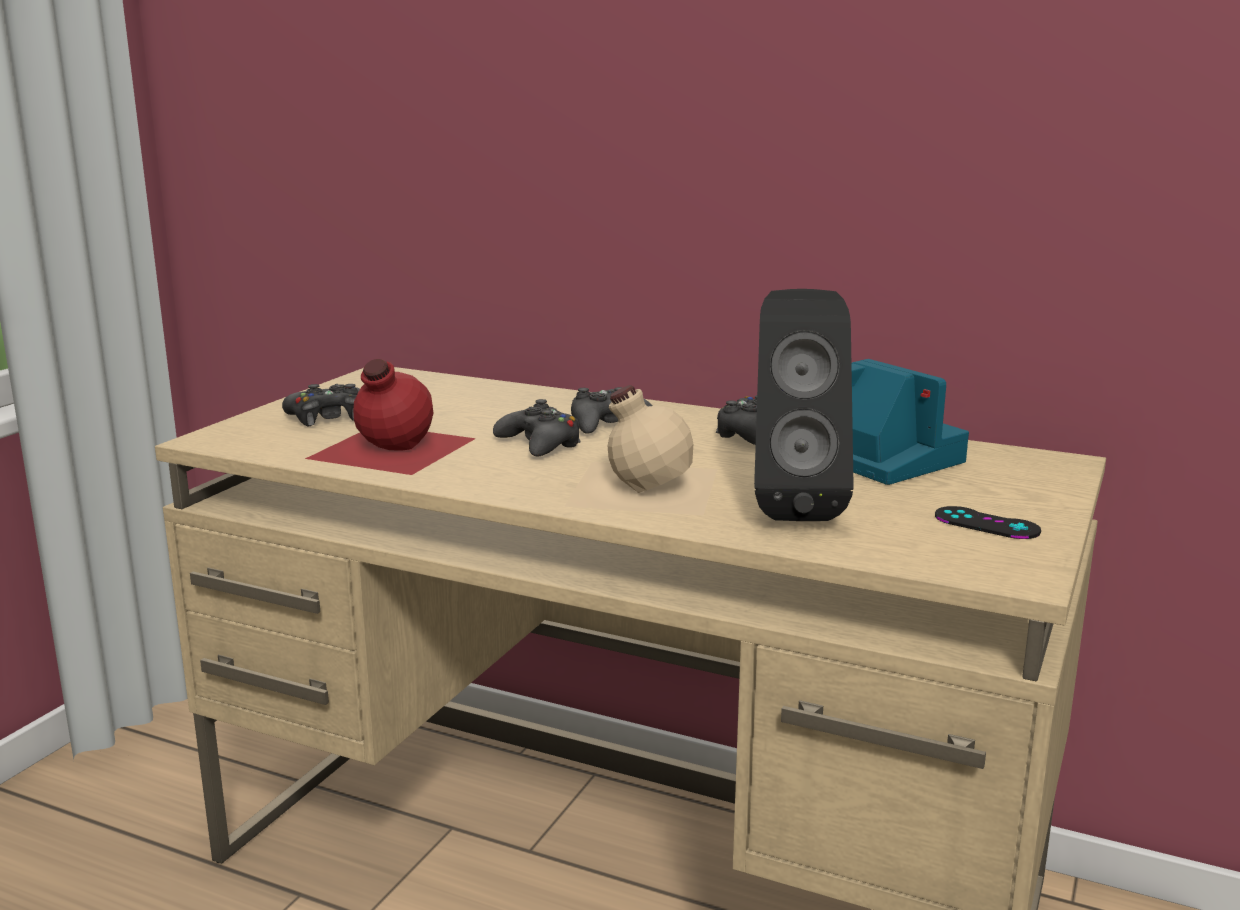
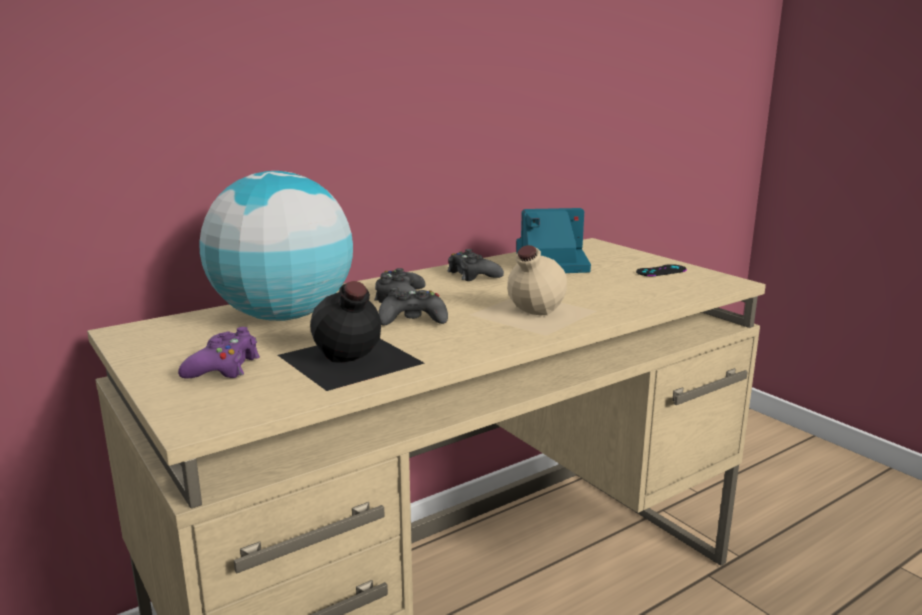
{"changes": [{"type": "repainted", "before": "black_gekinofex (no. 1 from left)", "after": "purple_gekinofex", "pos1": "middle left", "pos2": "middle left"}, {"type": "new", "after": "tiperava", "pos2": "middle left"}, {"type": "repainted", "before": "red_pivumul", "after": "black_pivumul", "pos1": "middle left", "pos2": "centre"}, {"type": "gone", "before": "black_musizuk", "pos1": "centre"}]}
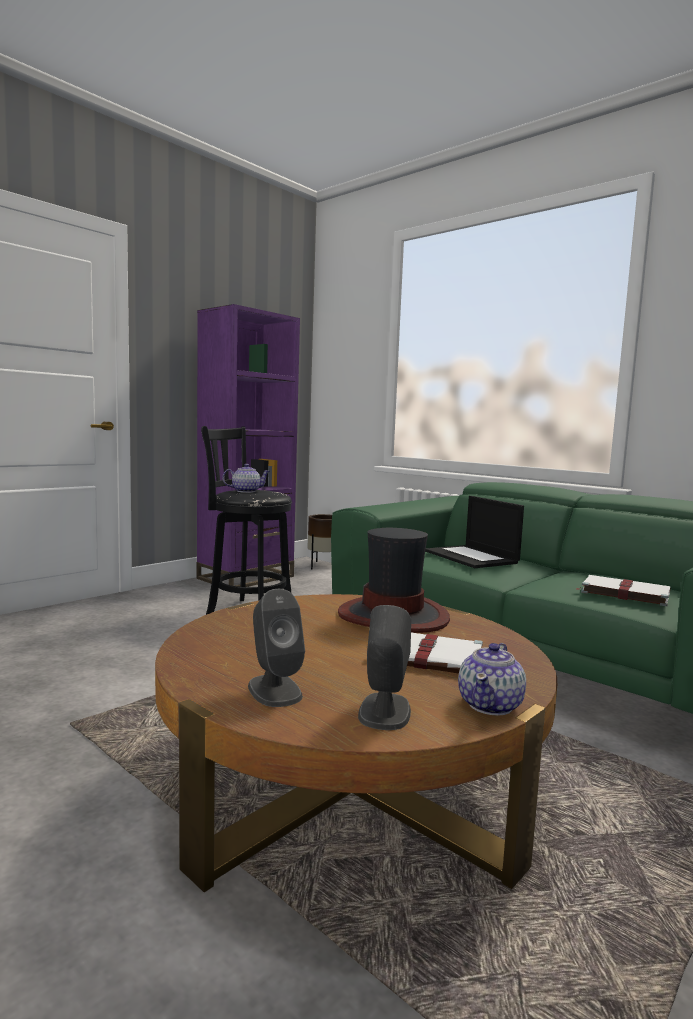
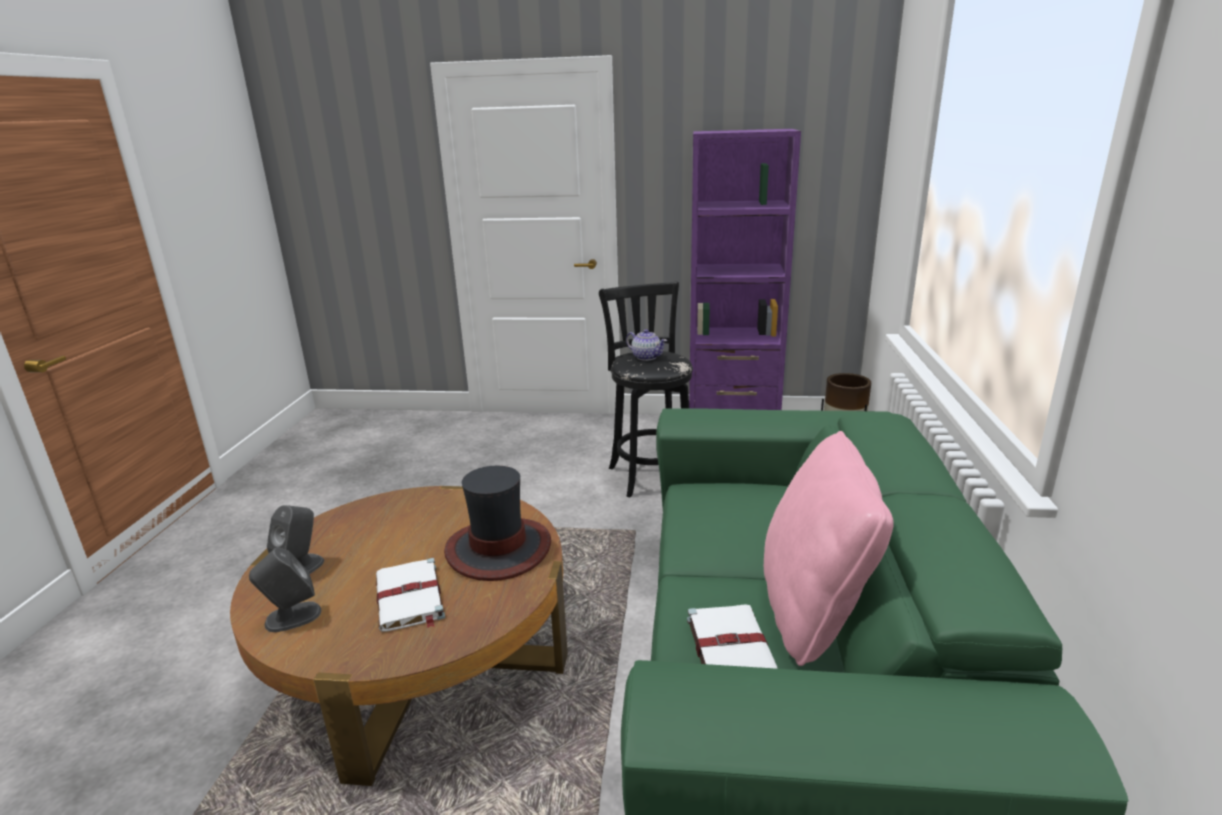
{"changes": [{"type": "new", "after": "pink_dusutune", "pos2": "bottom right"}, {"type": "gone", "before": "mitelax", "pos1": "middle right"}, {"type": "gone", "before": "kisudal (no. 2 from left)", "pos1": "middle right"}]}
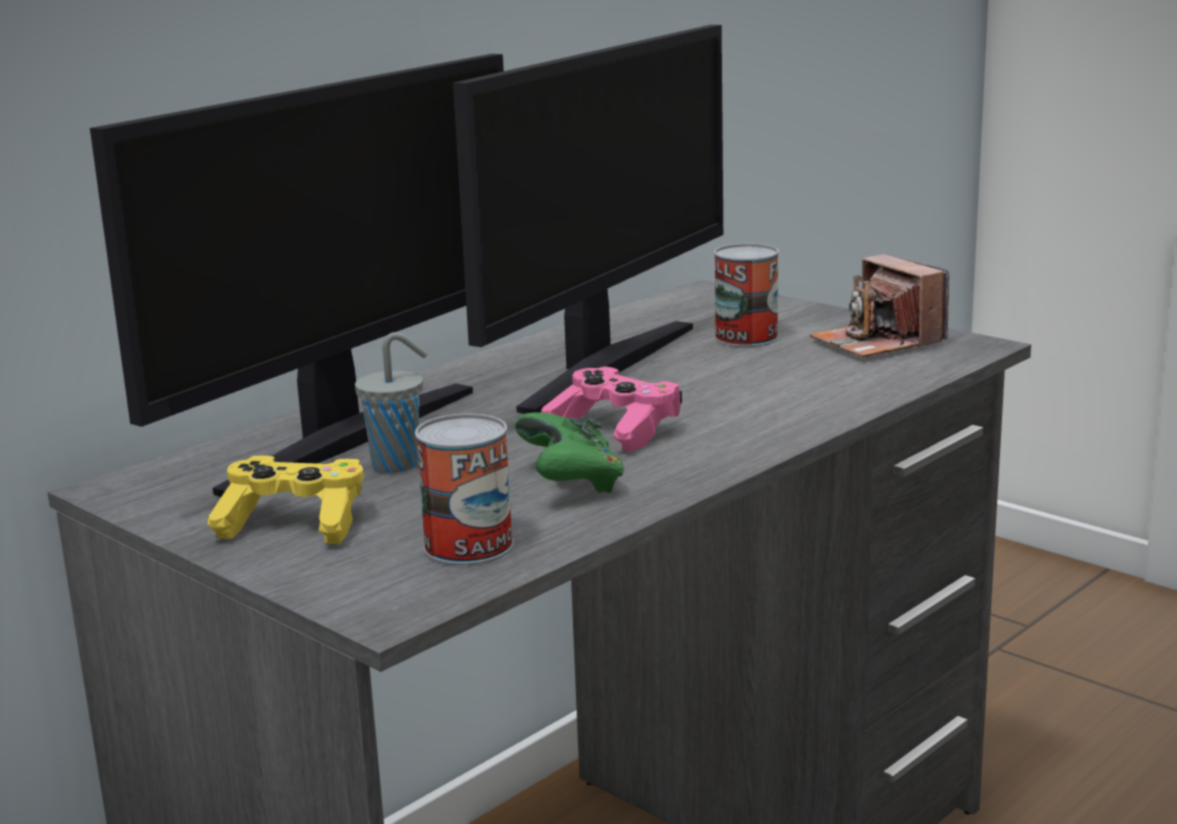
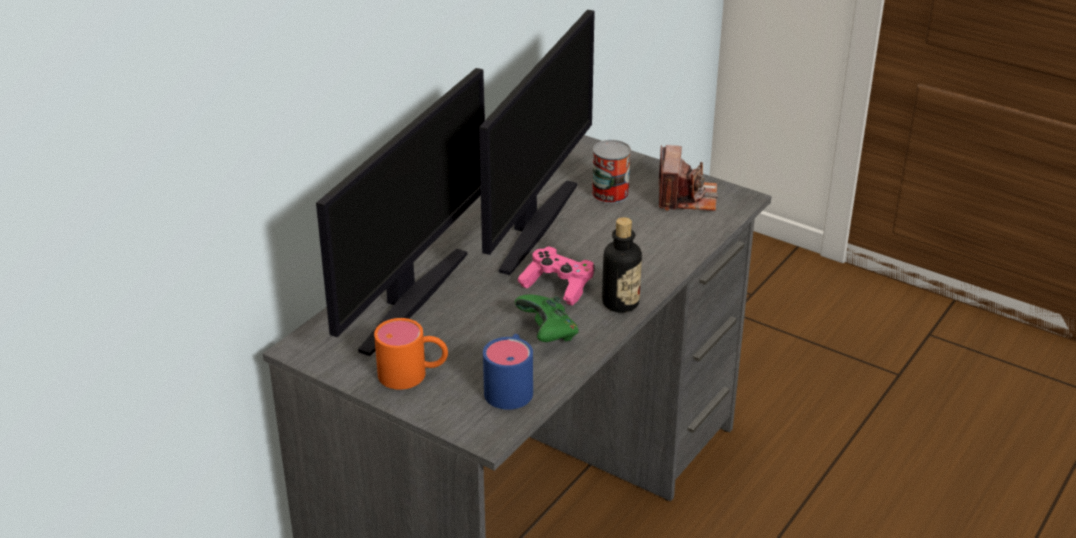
{"changes": [{"type": "swapped", "before": "yellow_gekinofex", "after": "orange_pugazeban", "pos1": "middle left", "pos2": "centre"}, {"type": "swapped", "before": "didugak (no. 1 from left)", "after": "blue_pugazeban", "pos1": "centre", "pos2": "bottom centre"}, {"type": "new", "after": "pivumul", "pos2": "centre"}, {"type": "rotated", "before": "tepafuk", "pos1": "middle right", "pos2": "top centre", "turn": -135}, {"type": "gone", "before": "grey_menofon", "pos1": "middle left"}]}
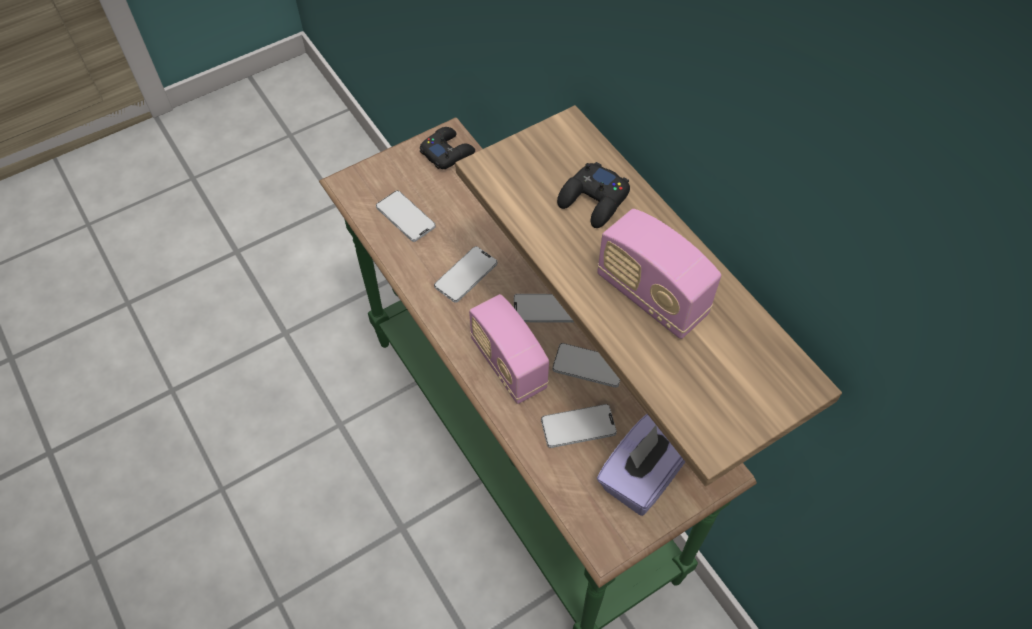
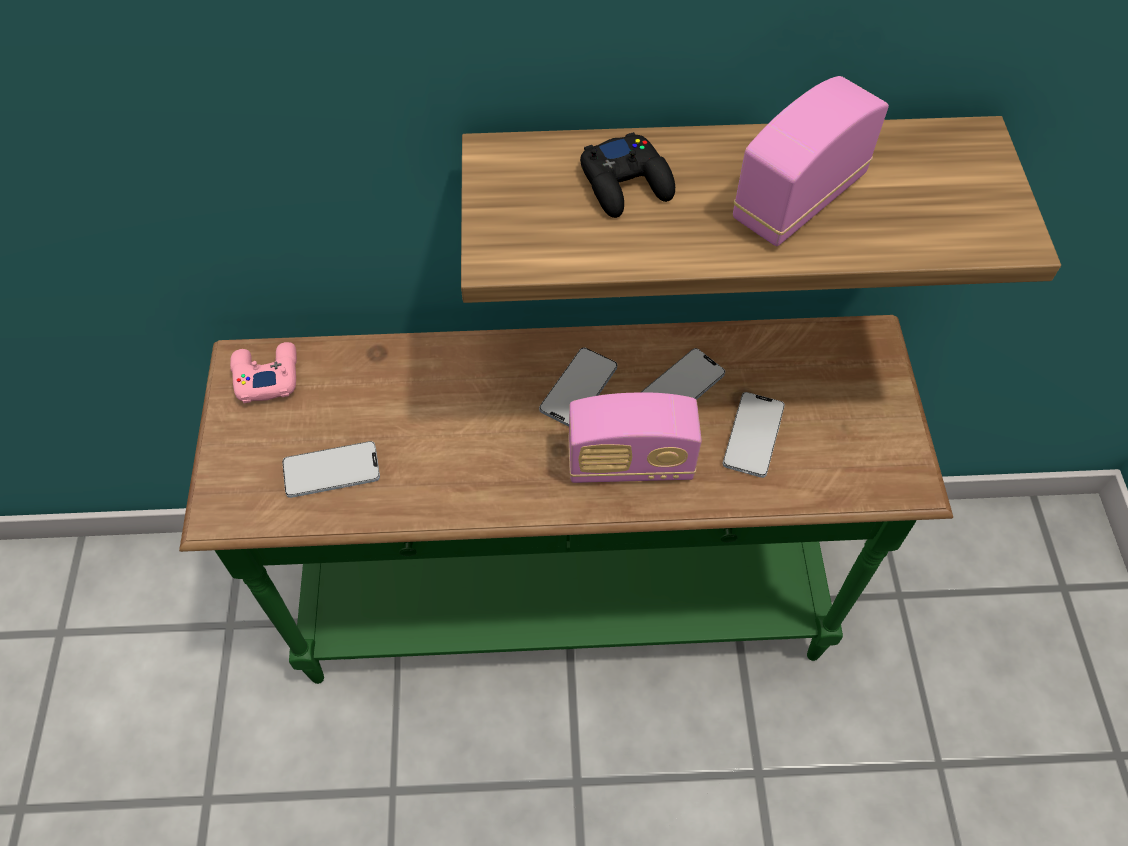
{"changes": [{"type": "repainted", "before": "black_gekinofex (no. 1 from left)", "after": "pink_gekinofex", "pos1": "top centre", "pos2": "middle left"}, {"type": "rotated", "before": "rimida (no. 2 from left)", "pos1": "centre", "pos2": "top right", "turn": 150}, {"type": "gone", "before": "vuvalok (no. 2 from left)", "pos1": "centre"}, {"type": "gone", "before": "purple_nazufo", "pos1": "bottom centre"}]}
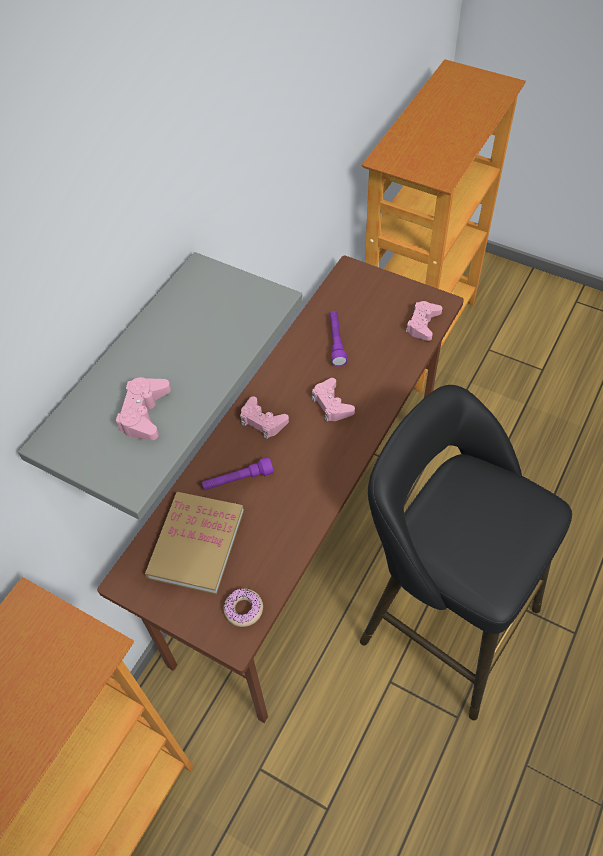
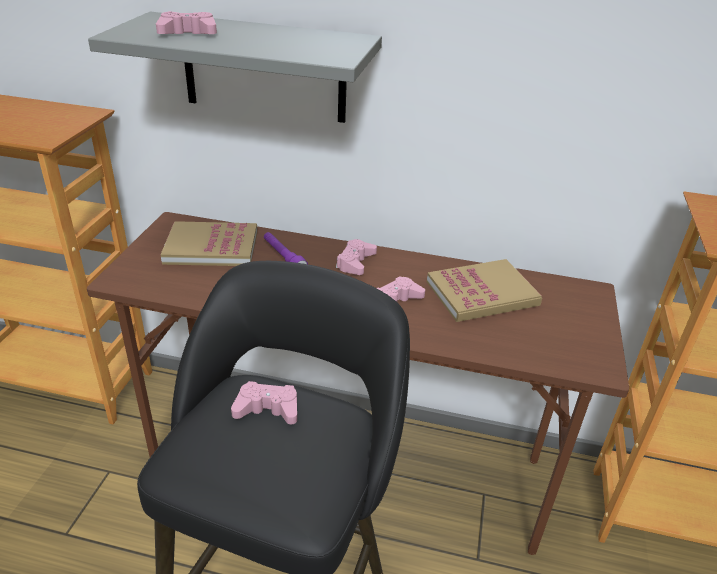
{"changes": [{"type": "shifted", "before": "pink_gekinofex (no. 4 from left in the first image)", "after": "pink_gekinofex (no. 2 from left)", "pos1": "middle right", "pos2": "bottom centre"}, {"type": "swapped", "before": "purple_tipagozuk (no. 2 from left)", "after": "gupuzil (no. 2 from left)", "pos1": "centre", "pos2": "middle right"}, {"type": "gone", "before": "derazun", "pos1": "bottom centre"}]}
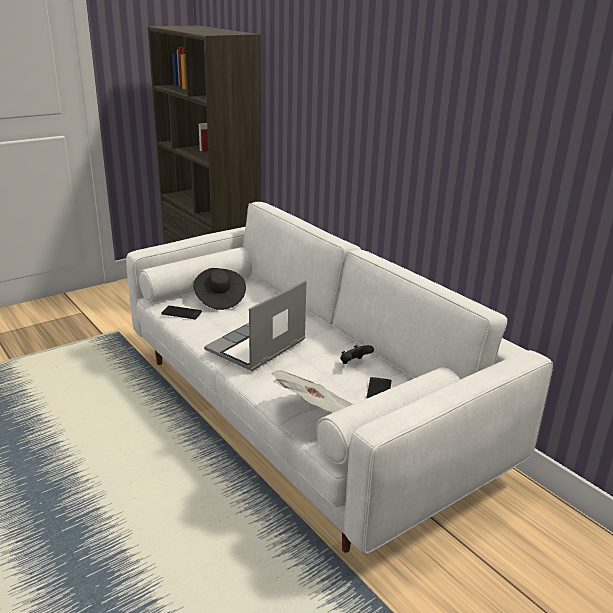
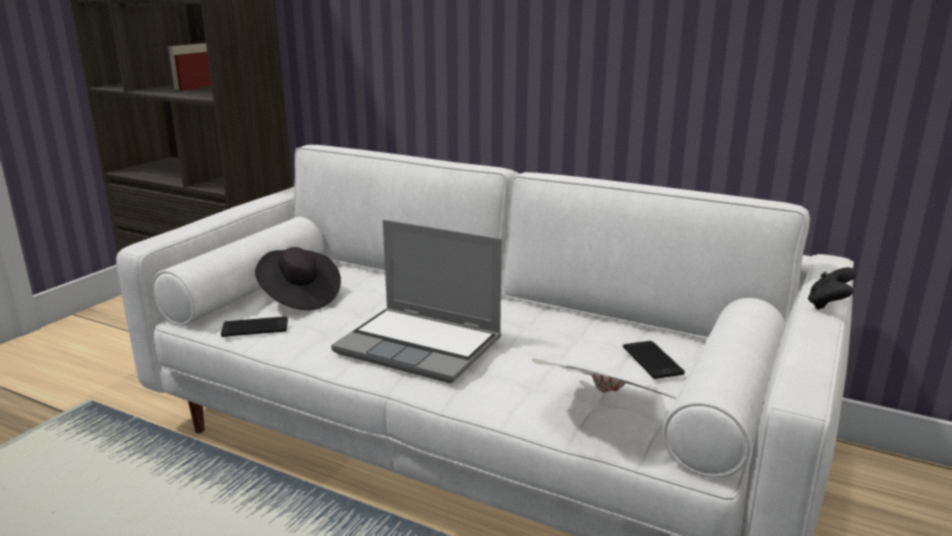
{"changes": [{"type": "rotated", "before": "mitelax", "pos1": "centre", "pos2": "centre", "turn": -75}, {"type": "shifted", "before": "black_gekinofex", "pos1": "centre", "pos2": "middle right"}]}
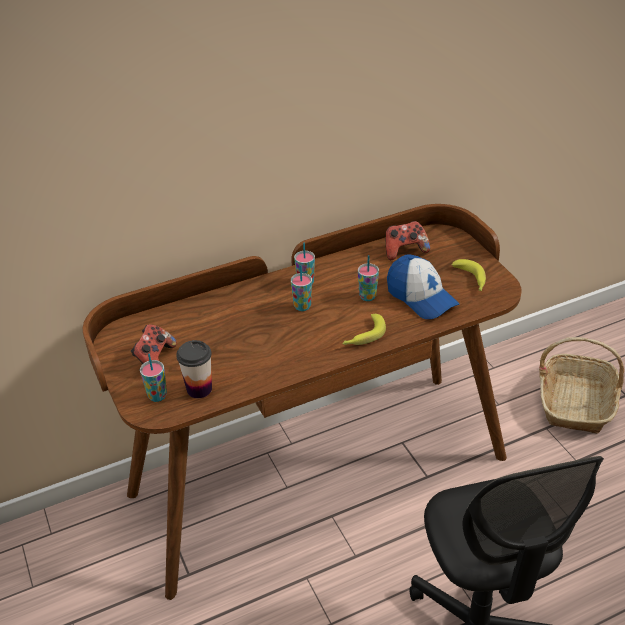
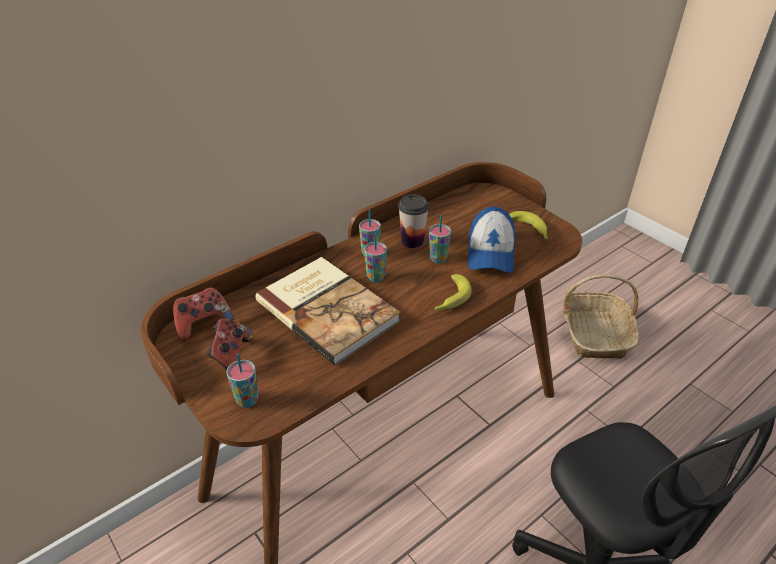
{"changes": [{"type": "shifted", "before": "gekinofex (no. 2 from left in the first image)", "after": "gekinofex (no. 1 from left)", "pos1": "centre", "pos2": "middle left"}, {"type": "new", "after": "gupuzil", "pos2": "centre"}, {"type": "shifted", "before": "menofon (no. 2 from left in the first image)", "after": "menofon (no. 4 from left)", "pos1": "middle left", "pos2": "centre"}, {"type": "rotated", "before": "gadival", "pos1": "middle right", "pos2": "centre", "turn": 60}]}
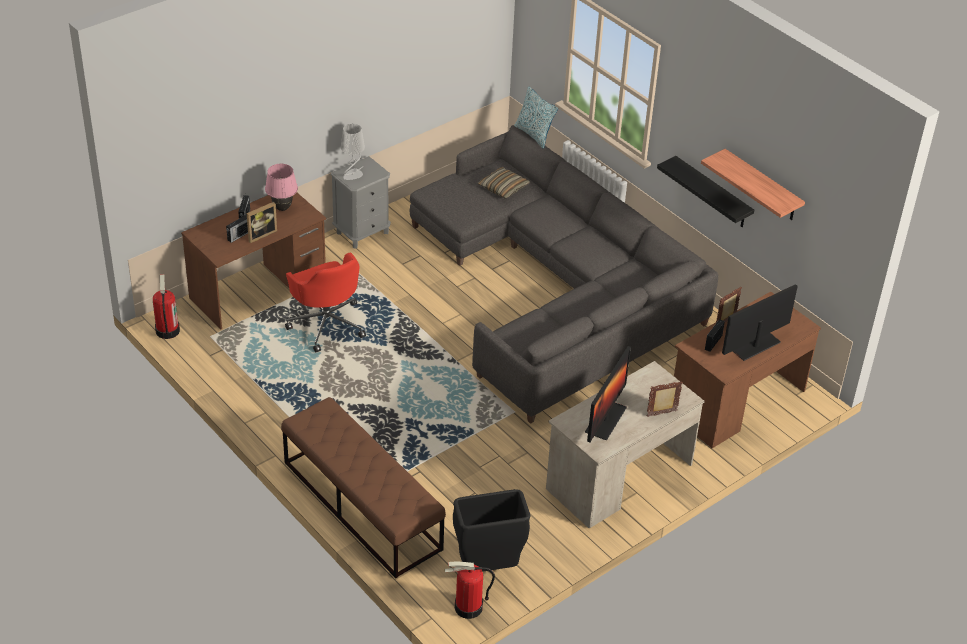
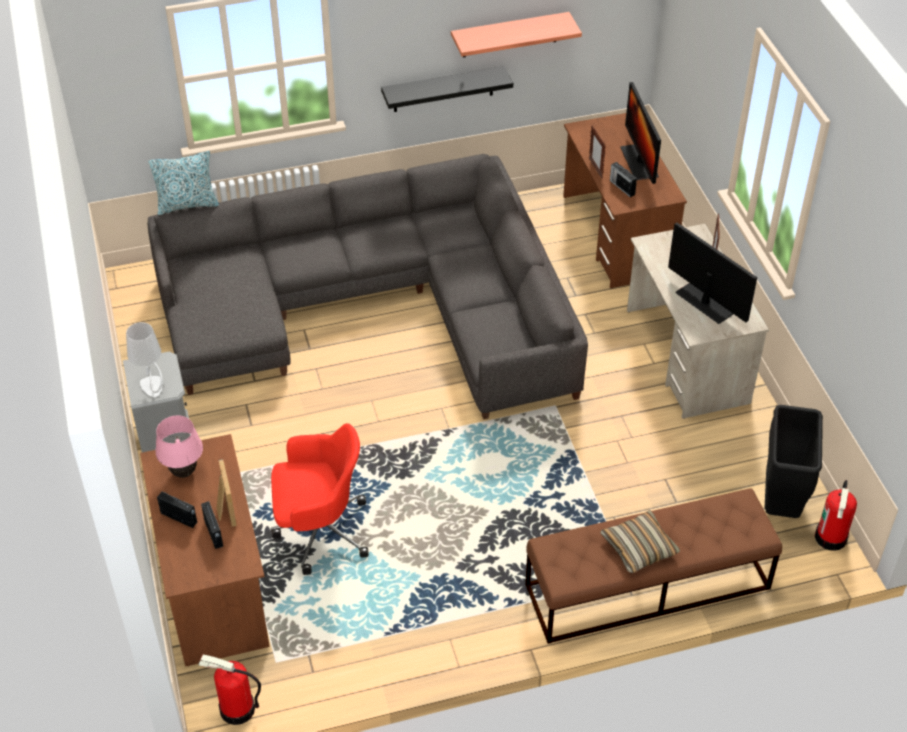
{"changes": [{"type": "shifted", "before": "dusutune (no. 1 from left in the first image)", "after": "dusutune (no. 2 from left)", "pos1": "top centre", "pos2": "bottom right"}]}
